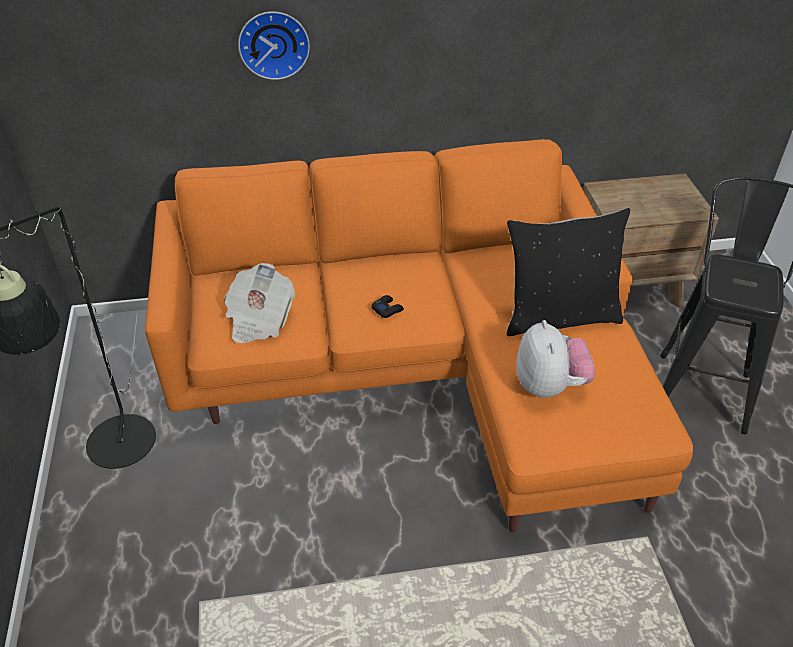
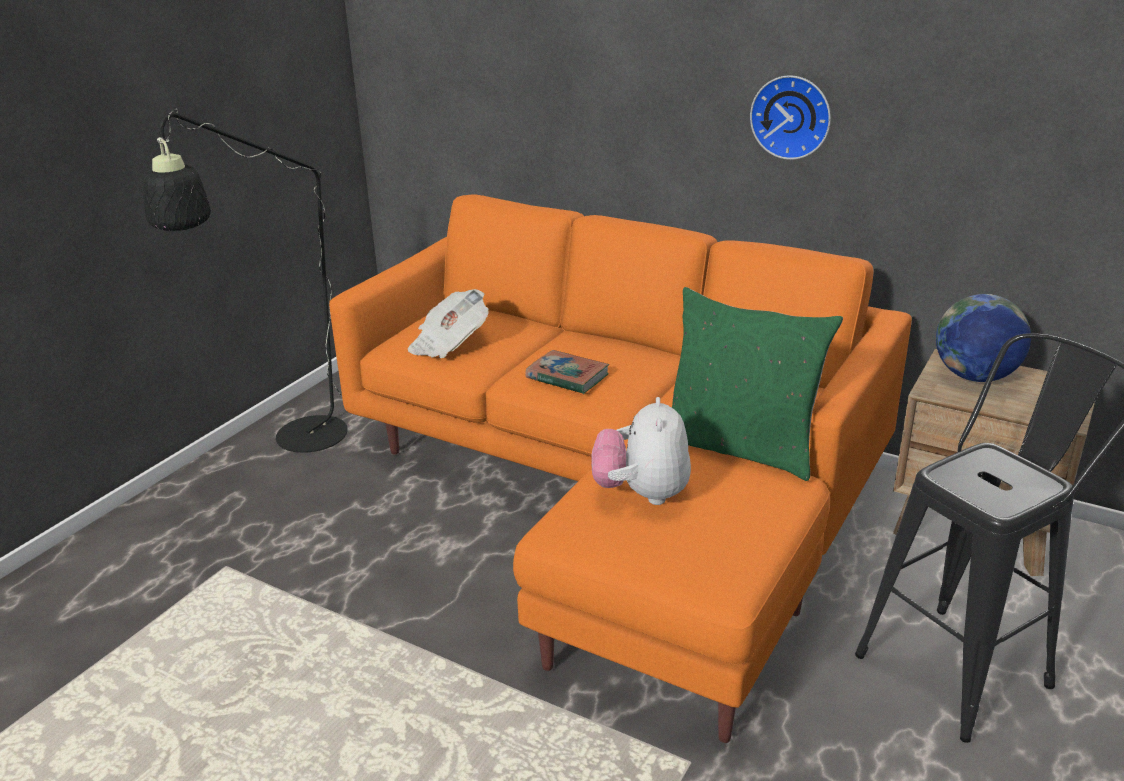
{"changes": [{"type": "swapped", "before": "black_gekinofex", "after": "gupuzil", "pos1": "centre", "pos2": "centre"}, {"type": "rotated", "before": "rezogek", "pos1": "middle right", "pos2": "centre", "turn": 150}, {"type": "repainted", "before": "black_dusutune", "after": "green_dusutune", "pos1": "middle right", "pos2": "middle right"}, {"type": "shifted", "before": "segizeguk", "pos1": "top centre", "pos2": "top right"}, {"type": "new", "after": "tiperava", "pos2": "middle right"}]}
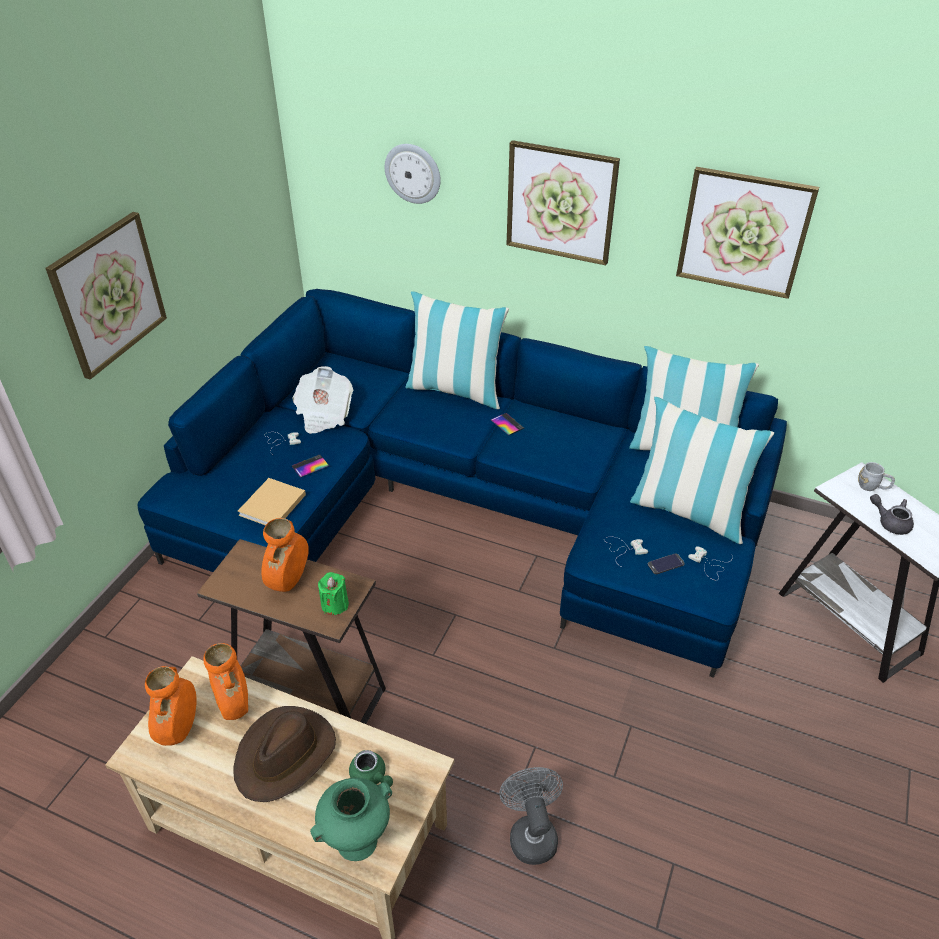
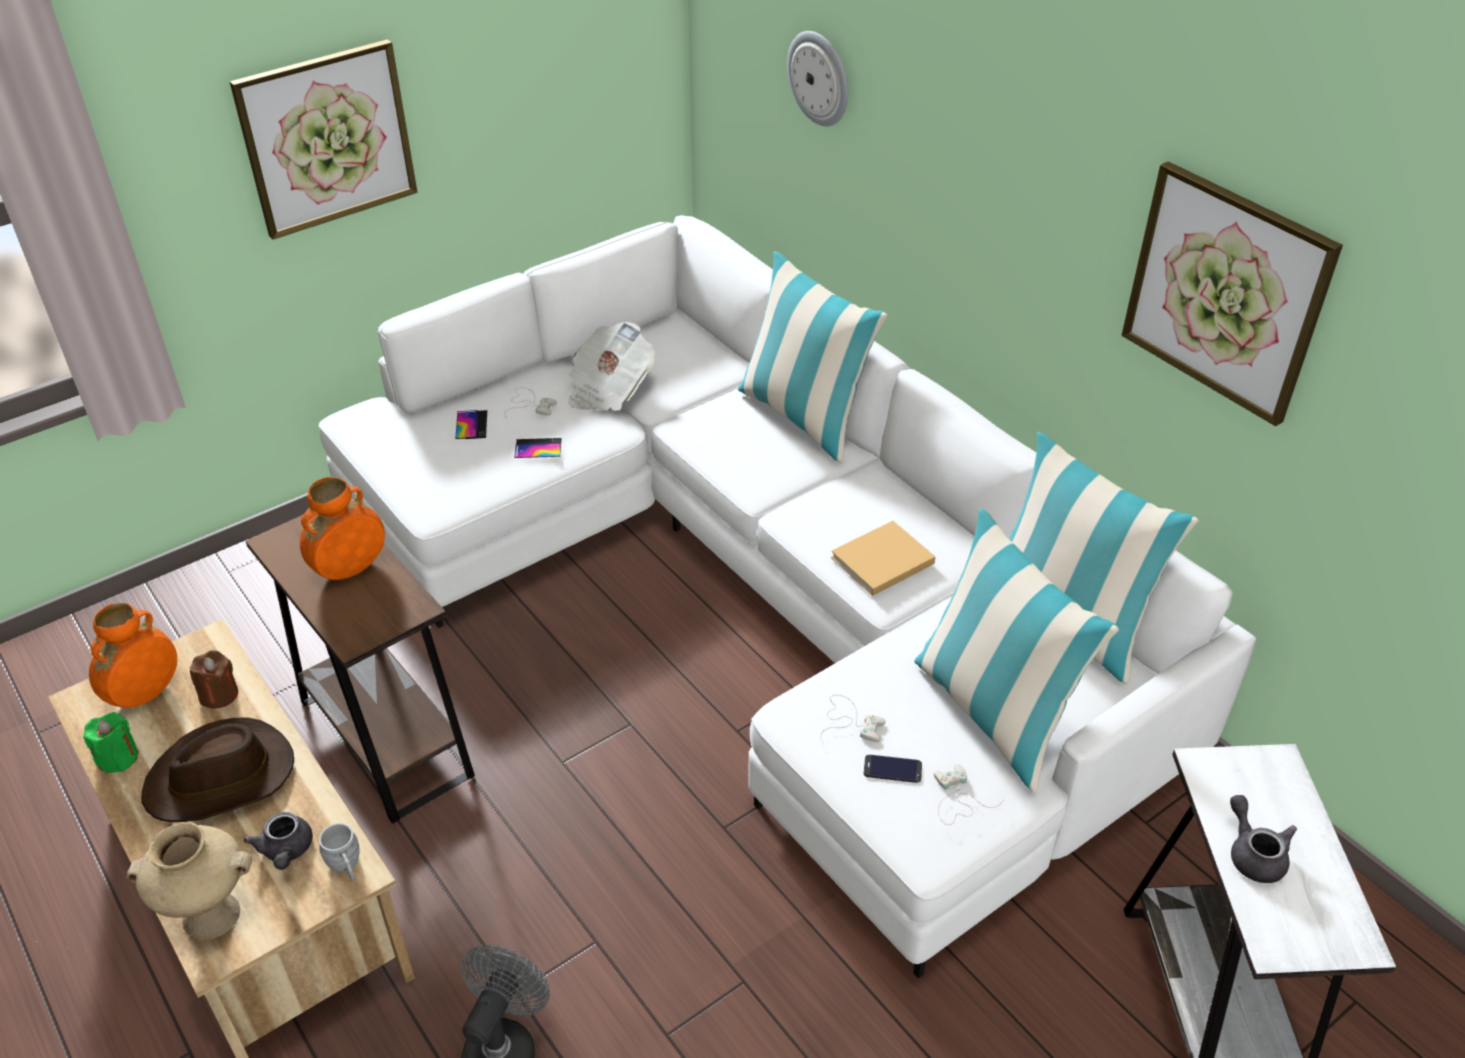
{"changes": [{"type": "shifted", "before": "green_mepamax", "pos1": "centre", "pos2": "bottom left"}, {"type": "repainted", "before": "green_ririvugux", "after": "beige_ririvugux", "pos1": "bottom centre", "pos2": "bottom left"}, {"type": "swapped", "before": "orange_ririvugux (no. 2 from left)", "after": "brown_mepamax", "pos1": "bottom left", "pos2": "middle left"}, {"type": "repainted", "before": "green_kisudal", "after": "grey_kisudal (no. 1 from left)", "pos1": "bottom centre", "pos2": "bottom left"}, {"type": "repainted", "before": "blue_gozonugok", "after": "white_gozonugok", "pos1": "centre", "pos2": "centre"}, {"type": "shifted", "before": "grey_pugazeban", "pos1": "middle right", "pos2": "bottom left"}, {"type": "shifted", "before": "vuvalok (no. 2 from left in the first image)", "after": "vuvalok (no. 1 from left)", "pos1": "centre", "pos2": "middle left"}, {"type": "shifted", "before": "beige_gupuzil", "pos1": "middle left", "pos2": "centre"}, {"type": "gone", "before": "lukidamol (no. 2 from left)", "pos1": "top centre"}]}
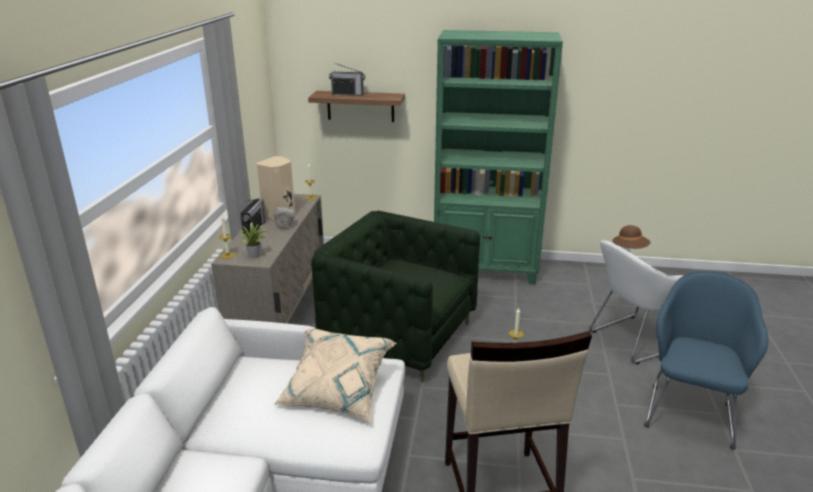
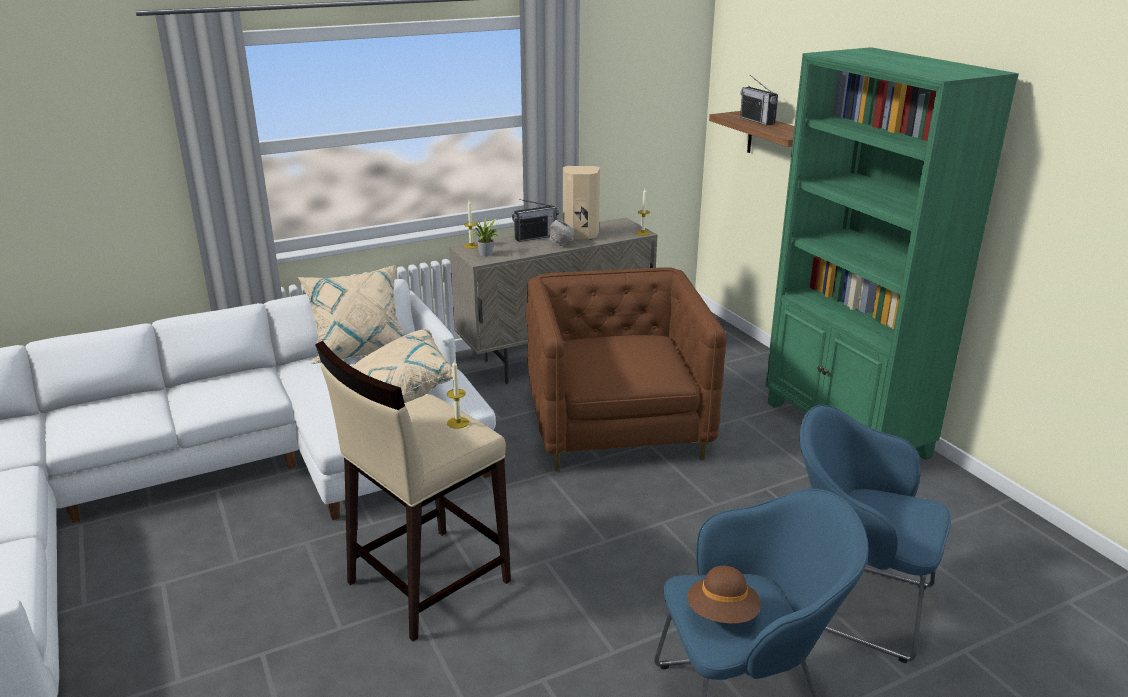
{"changes": [{"type": "new", "after": "beige_dusutune (no. 1 from left)", "pos2": "middle left"}, {"type": "repainted", "before": "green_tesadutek", "after": "brown_tesadutek", "pos1": "centre", "pos2": "centre"}, {"type": "shifted", "before": "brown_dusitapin", "pos1": "middle right", "pos2": "bottom centre"}, {"type": "repainted", "before": "white_tesadutek", "after": "blue_tesadutek (no. 2 from left)", "pos1": "middle right", "pos2": "bottom right"}]}
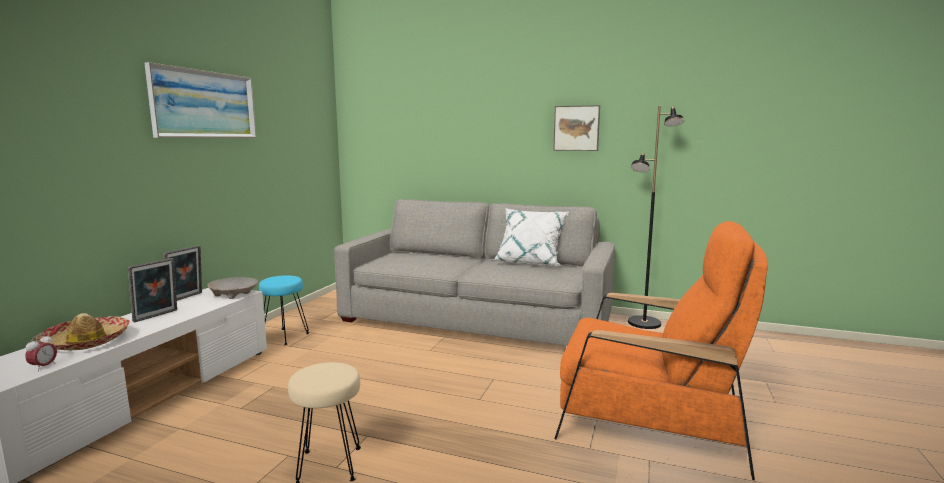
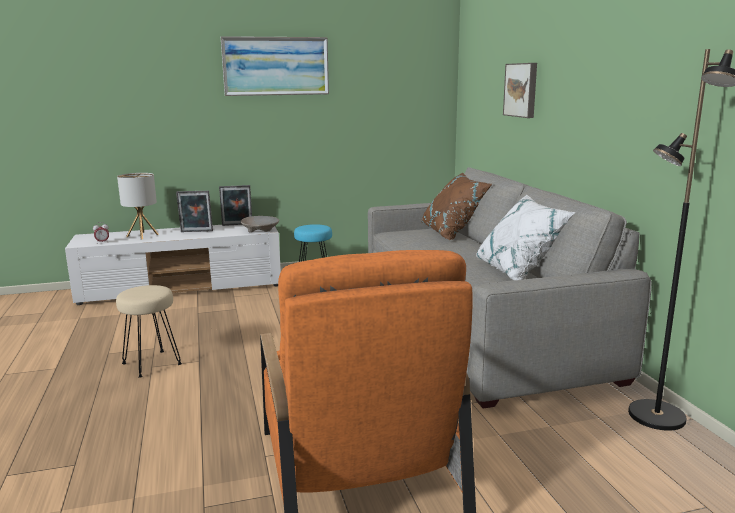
{"changes": [{"type": "swapped", "before": "dusitapin", "after": "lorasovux", "pos1": "bottom left", "pos2": "middle left"}, {"type": "new", "after": "brown_dusutune", "pos2": "centre"}, {"type": "shifted", "before": "lukidamol (no. 2 from left)", "pos1": "top centre", "pos2": "top right"}]}
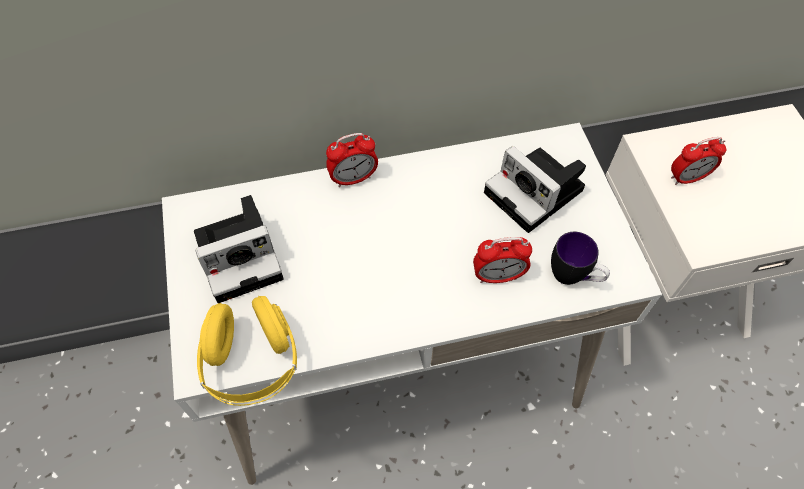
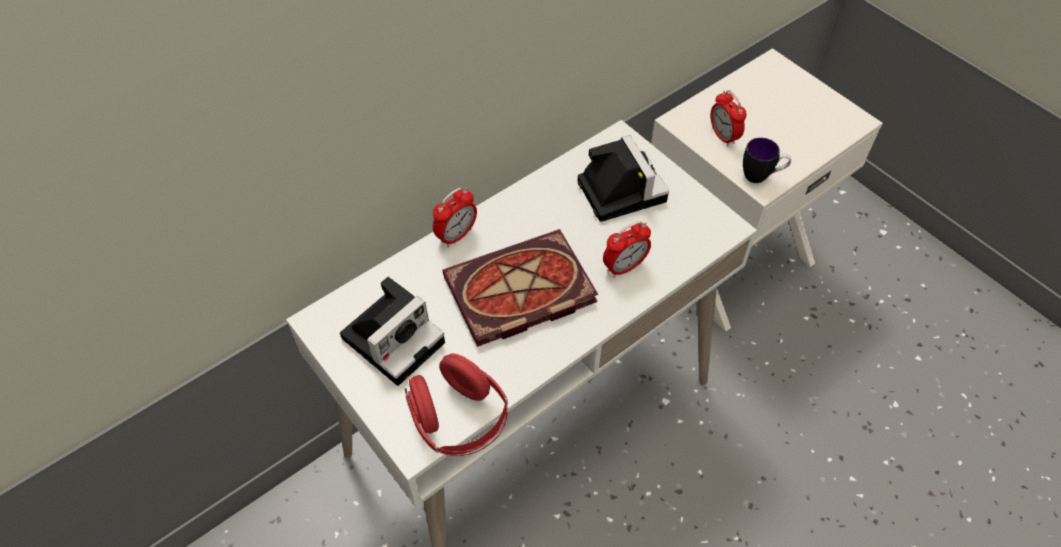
{"changes": [{"type": "repainted", "before": "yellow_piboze", "after": "red_piboze", "pos1": "bottom left", "pos2": "bottom centre"}, {"type": "new", "after": "gupuzil", "pos2": "centre"}, {"type": "rotated", "before": "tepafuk (no. 2 from left)", "pos1": "centre", "pos2": "top centre", "turn": -135}, {"type": "rotated", "before": "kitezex (no. 3 from left)", "pos1": "top right", "pos2": "top right", "turn": 105}, {"type": "shifted", "before": "pugazeban", "pos1": "middle right", "pos2": "top right"}]}
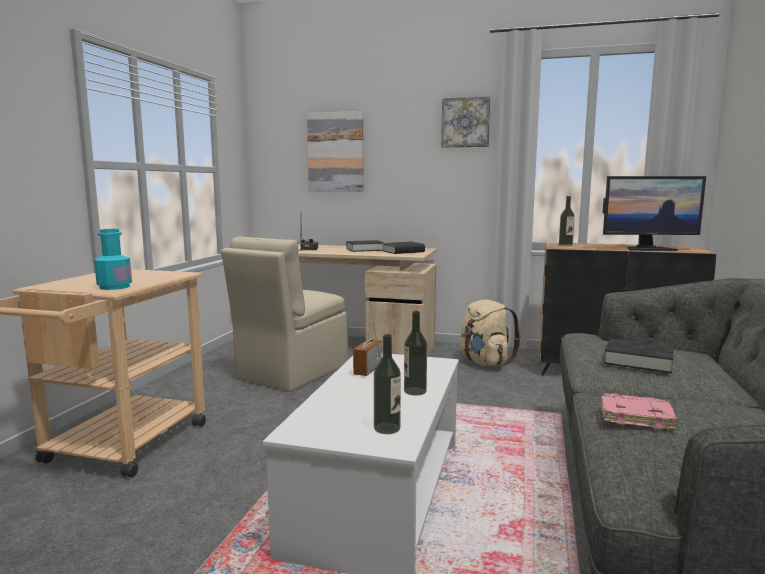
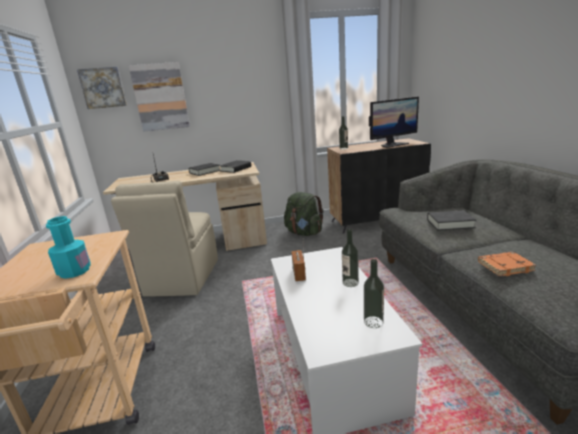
{"changes": [{"type": "shifted", "before": "lukidamol (no. 2 from left in the first image)", "after": "lukidamol (no. 1 from left)", "pos1": "top centre", "pos2": "top left"}, {"type": "repainted", "before": "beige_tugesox", "after": "green_tugesox", "pos1": "centre", "pos2": "centre"}, {"type": "repainted", "before": "pink_gupuzil", "after": "orange_gupuzil", "pos1": "bottom right", "pos2": "middle right"}]}
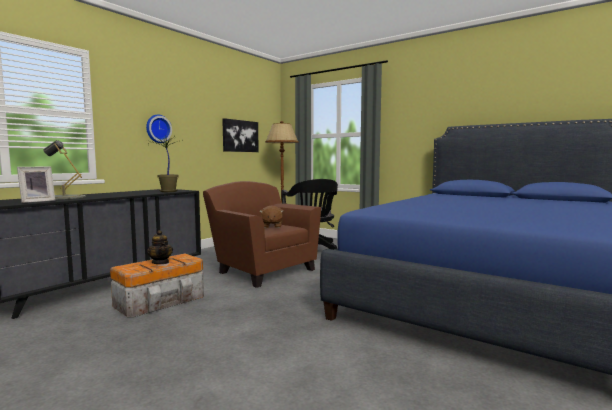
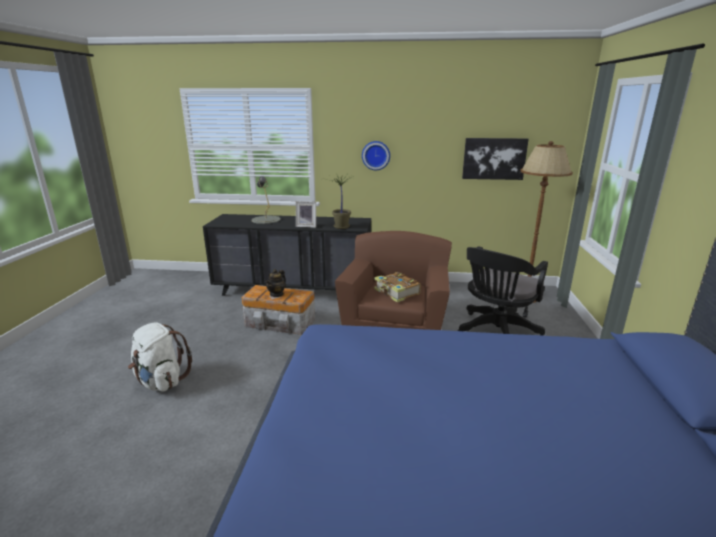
{"changes": [{"type": "new", "after": "white_tugesox", "pos2": "middle left"}, {"type": "shifted", "before": "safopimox", "pos1": "middle left", "pos2": "centre"}, {"type": "swapped", "before": "brown_rezogek", "after": "gupuzil", "pos1": "centre", "pos2": "centre"}]}
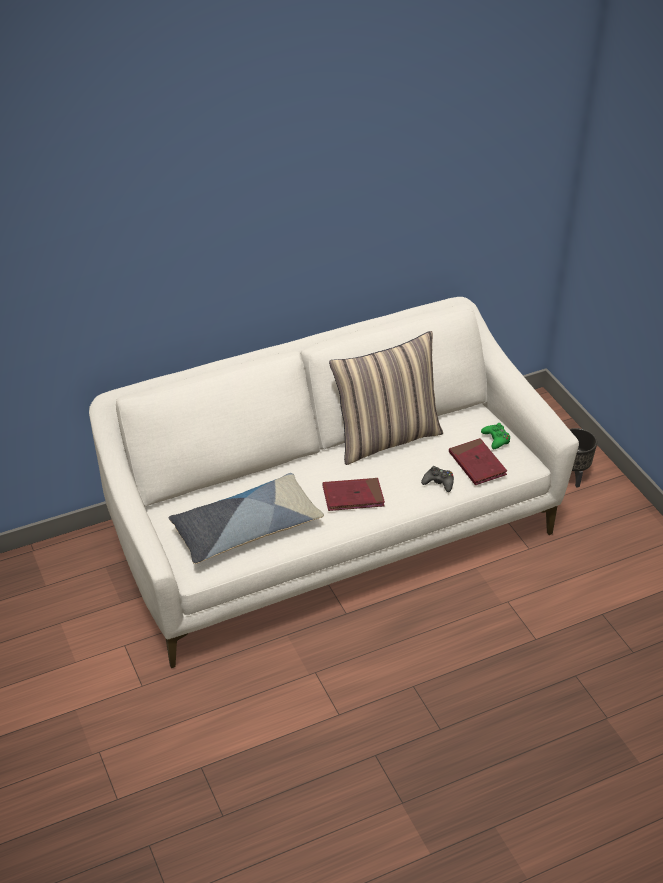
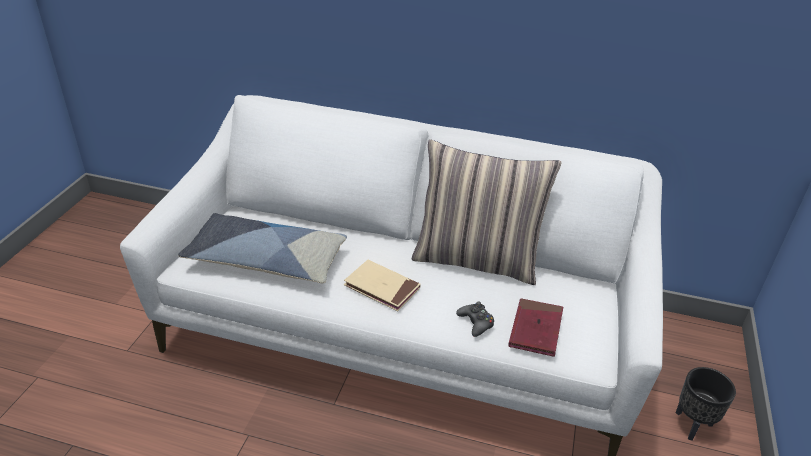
{"changes": [{"type": "repainted", "before": "red_gupuzil (no. 1 from left)", "after": "beige_gupuzil", "pos1": "centre", "pos2": "centre"}, {"type": "gone", "before": "green_gekinofex", "pos1": "middle right"}]}
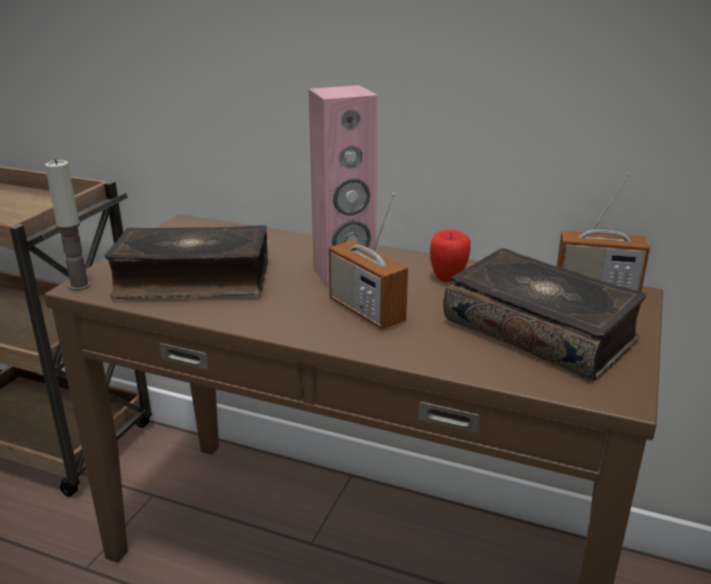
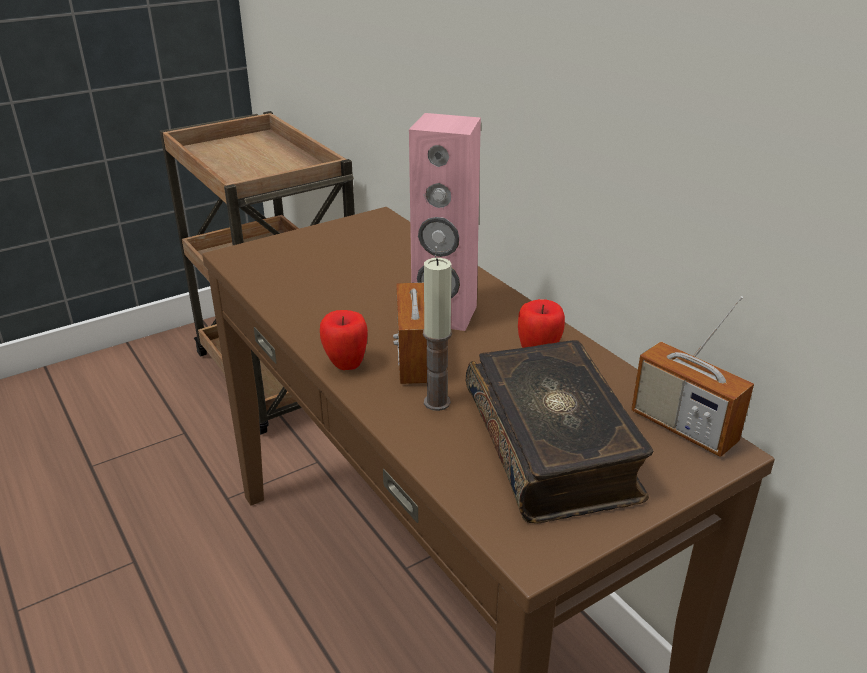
{"changes": [{"type": "new", "after": "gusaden (no. 1 from left)", "pos2": "centre"}, {"type": "shifted", "before": "mepamax", "pos1": "middle left", "pos2": "centre"}, {"type": "gone", "before": "gupuzil (no. 1 from left)", "pos1": "middle left"}]}
